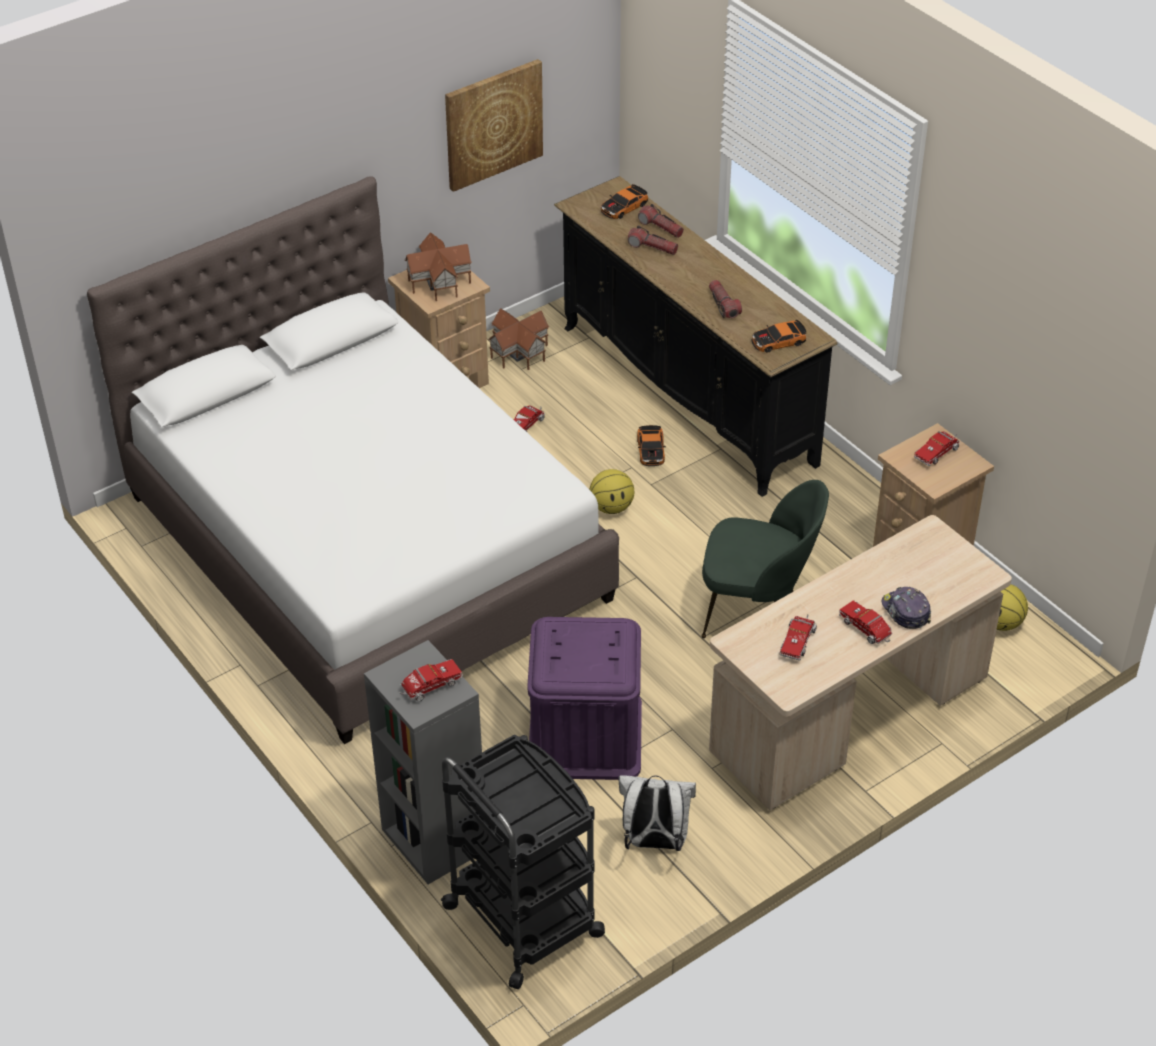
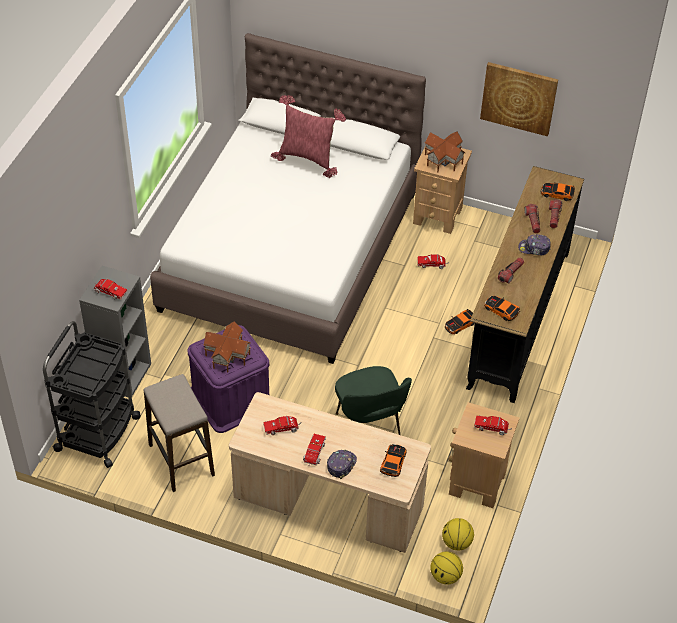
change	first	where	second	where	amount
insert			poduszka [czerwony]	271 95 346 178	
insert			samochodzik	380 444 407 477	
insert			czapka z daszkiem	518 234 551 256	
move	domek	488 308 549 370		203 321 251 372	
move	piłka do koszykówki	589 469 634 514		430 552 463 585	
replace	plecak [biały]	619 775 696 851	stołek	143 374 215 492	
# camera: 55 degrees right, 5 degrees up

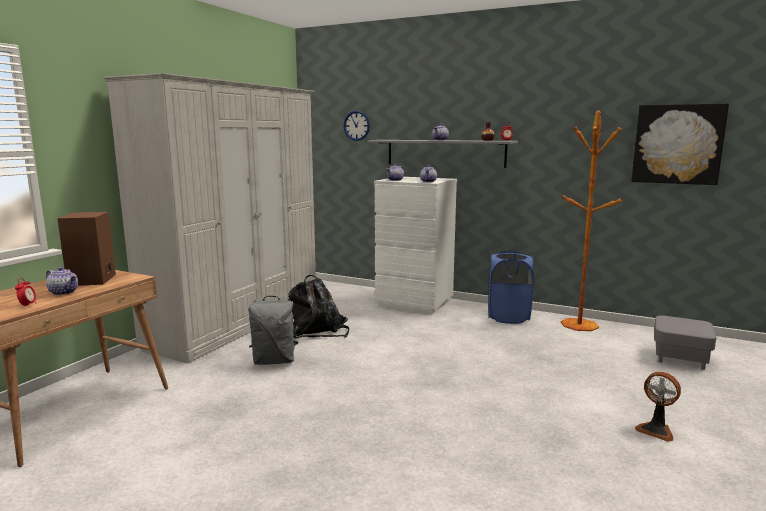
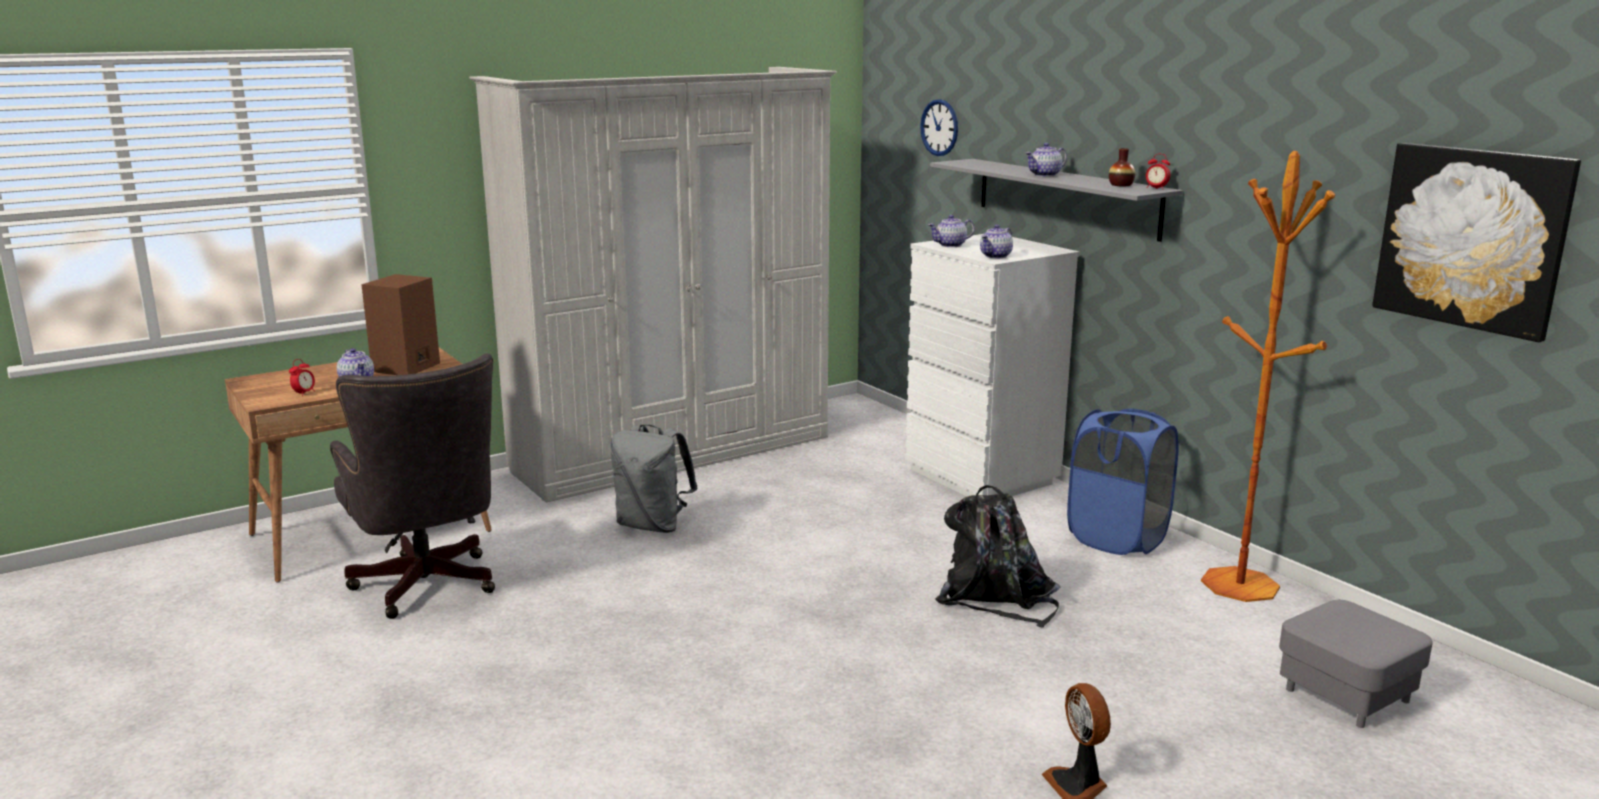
change	first	where	second	where	amount
insert			krzesło biurowe [szary]	330 353 495 619	
move	plecak [czarny]	288 275 349 338		935 485 1060 628	
# camera: 30 degrees right, 5 degrees up

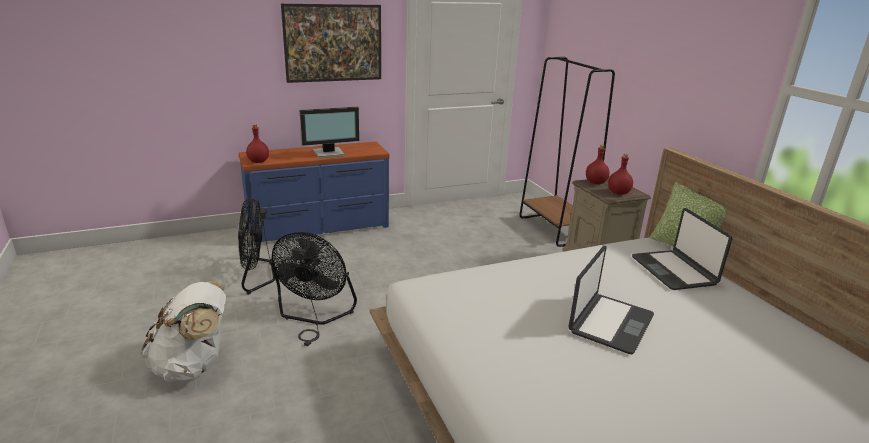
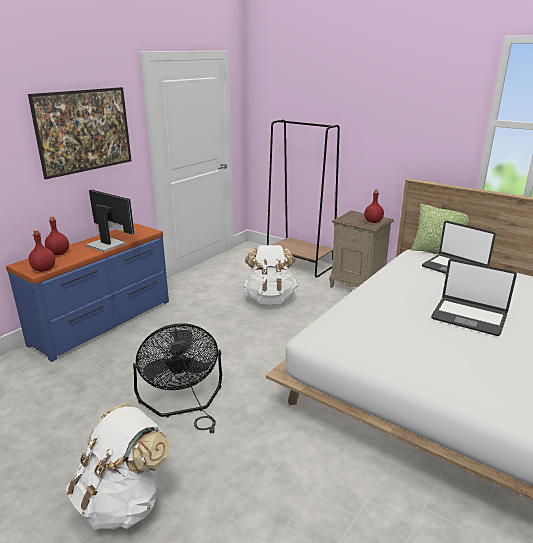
change	first	where	second	where	amount
delete	wentylator [czarny]	238 198 300 295			
insert			plecak [biały]	243 245 298 305	
move	butelka [czerwony]	586 145 610 184		45 216 69 255	
rotate	monitor	300 107 359 158		86 190 134 252	90 degrees counterclockwise
rotate	laptop	569 246 654 354		431 259 517 336	120 degrees clockwise
# camera: 30 degrees left, 0 degrees up

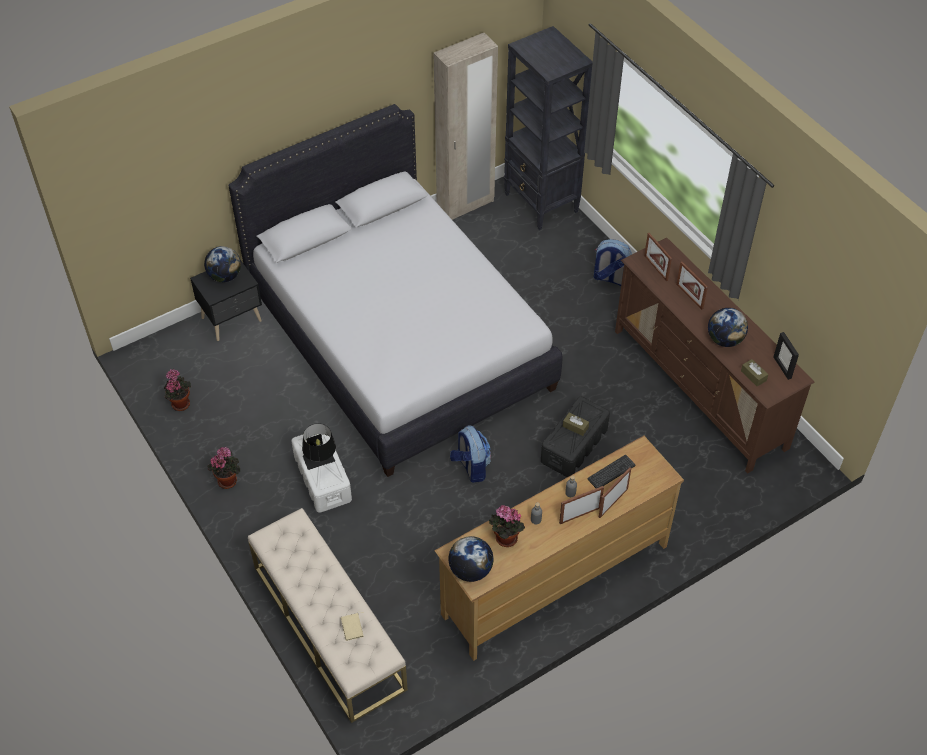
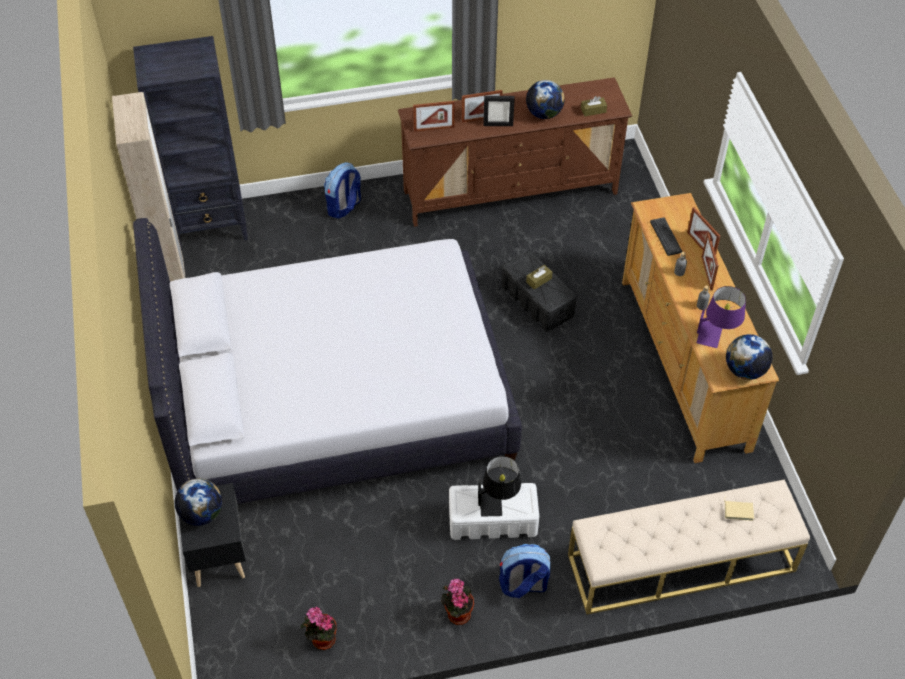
change	first	where	second	where	amount
move	plecak	450 426 491 483		499 544 551 598	
move	ramka na zdjęcie	774 332 799 380		483 96 515 126	
replace	roślina doniczkowa	489 505 525 547	lampa stołowa [fioletowy]	696 286 746 348	
# camera: 70 degrees left, 0 degrees up

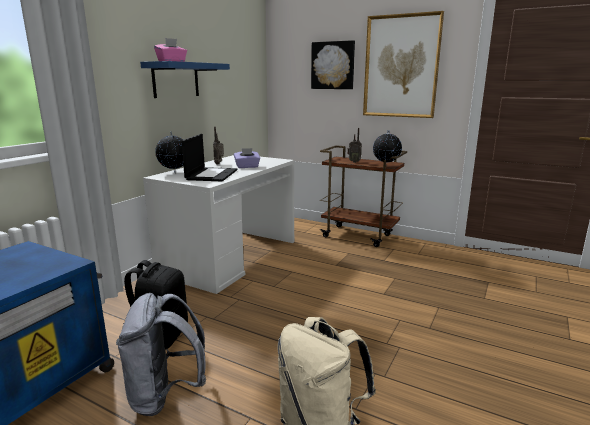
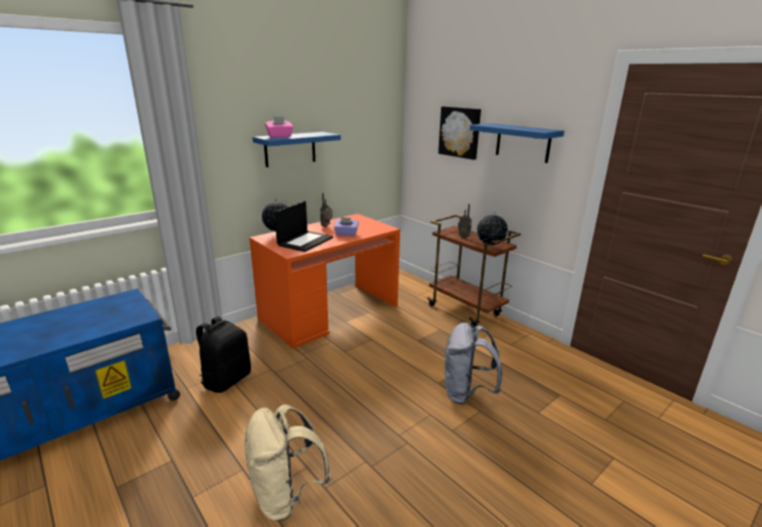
change	first	where	second	where	amount
move	plecak [szary]	116 293 206 416		444 322 502 405	
replace	obraz	363 11 444 118	półka [niebieski]	470 123 564 163	
recolor	biurko [biały]	143 155 294 294	biurko [pomarańczowy]	249 214 400 349	
# camera: 20 degrees right, 5 degrees up

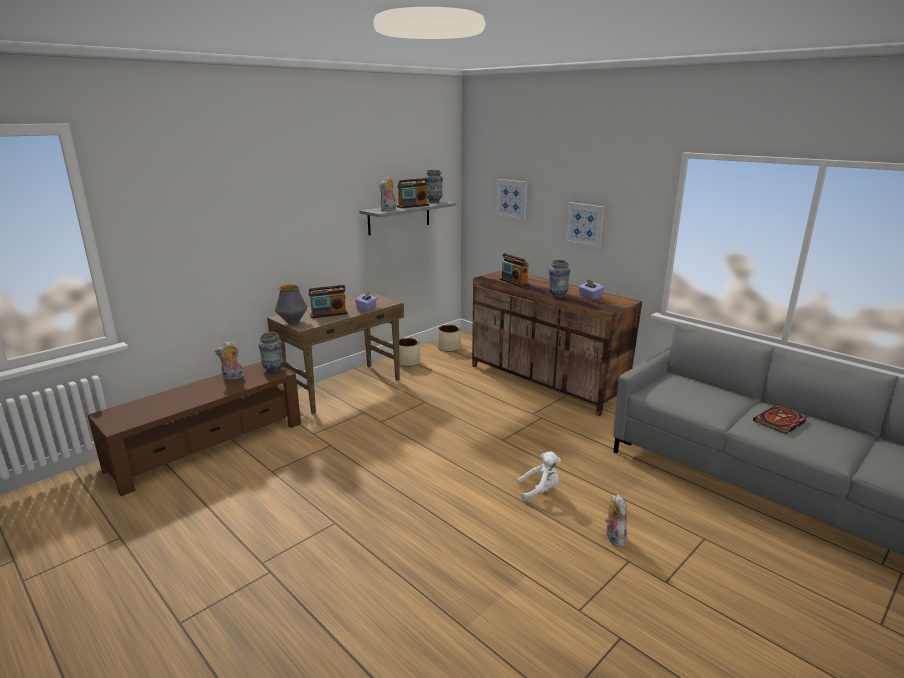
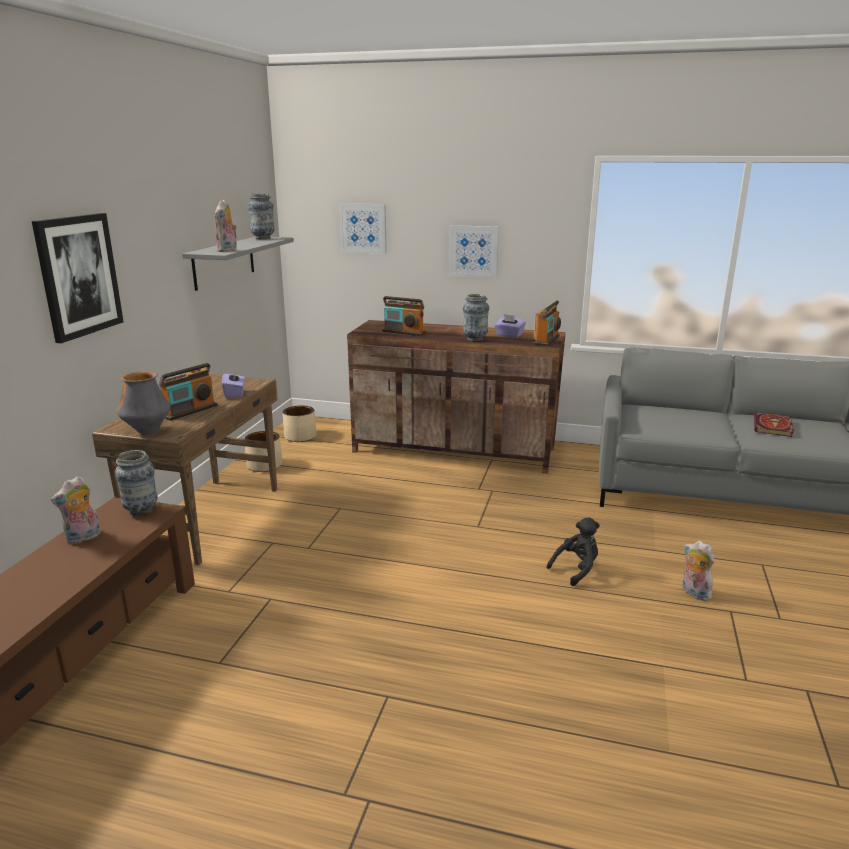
change	first	where	second	where	amount
insert			obraz	32 213 124 343	
move	radio	396 178 429 208		534 300 561 346	
recolor	pluszak [biały]	517 452 561 501	pluszak [czarny]	547 517 600 586	
# camera: 30 degrees left, 0 degrees up

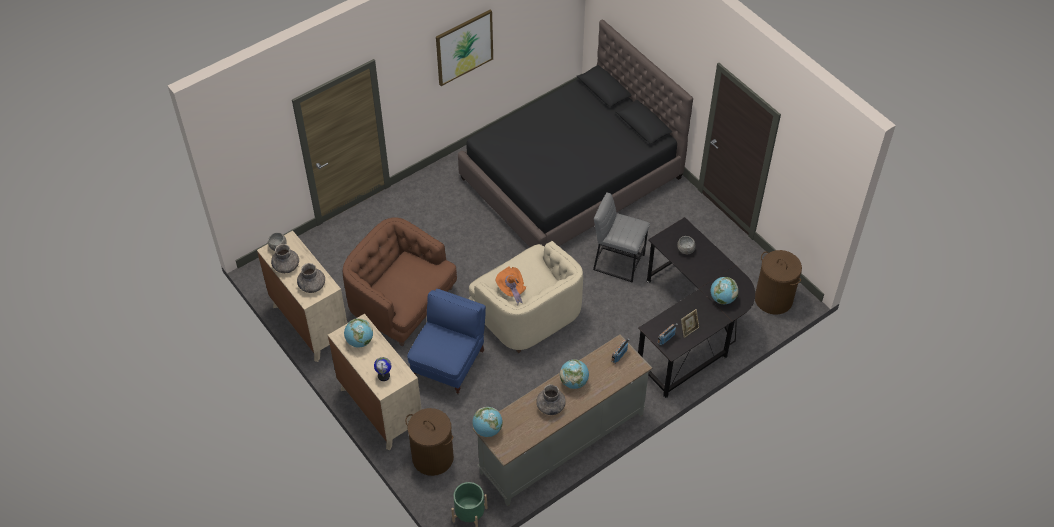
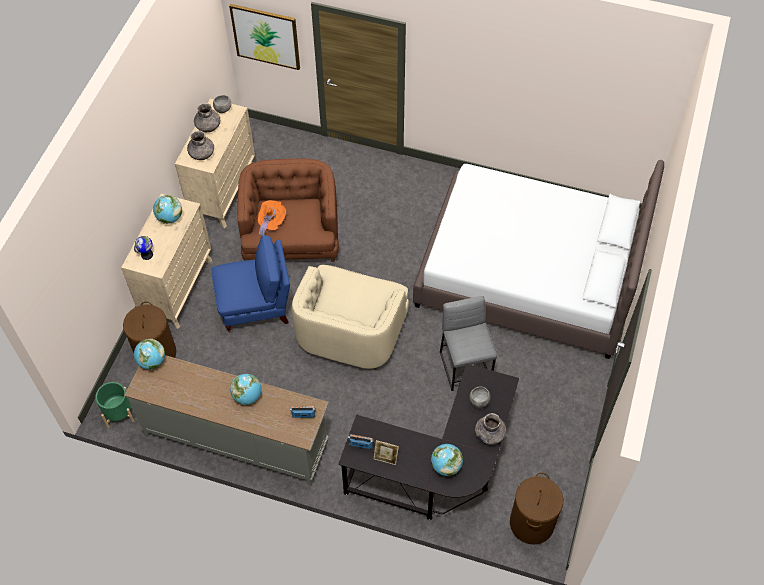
change	first	where	second	where	amount
move	obraz	436 10 493 86		229 4 300 70	
move	kapelusz [pomarańczowy]	496 266 526 305		258 200 286 235	
move	wazon [szary]	536 384 566 415		475 413 506 445	
recolor	łóżko [czarny]	458 20 693 247	łóżko [biały]	413 160 664 359	
# camera: 55 degrees right, 5 degrees up

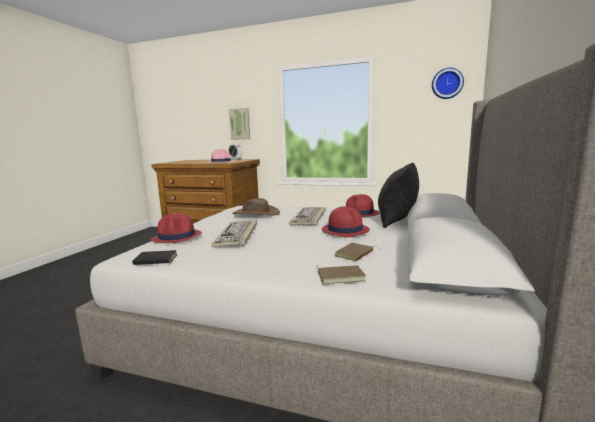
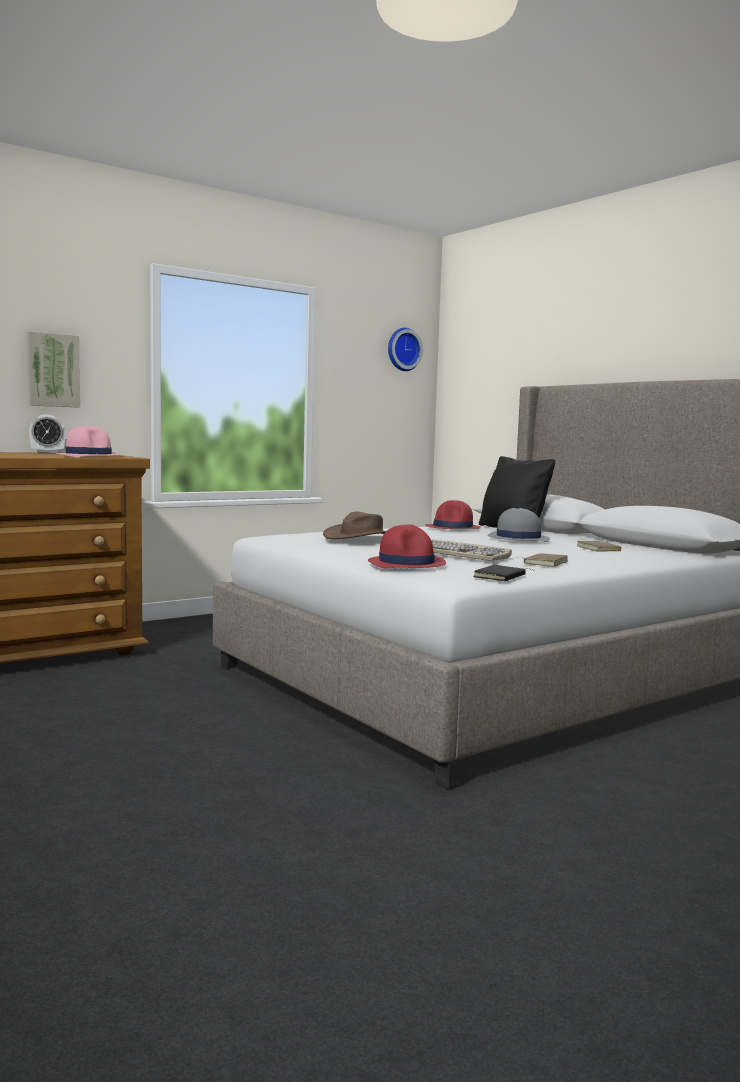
change	first	where	second	where	amount
delete	klawiatura	289 207 326 226			
move	książka [brązowy]	316 265 366 284		516 553 568 567	
recolor	kapelusz [czerwony]	322 206 370 238	kapelusz [szary]	488 508 550 542	
# camera: 55 degrees left, 5 degrees down

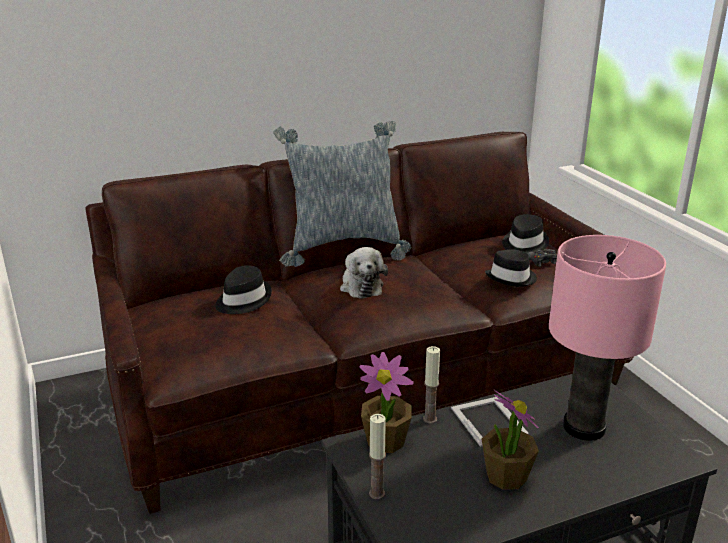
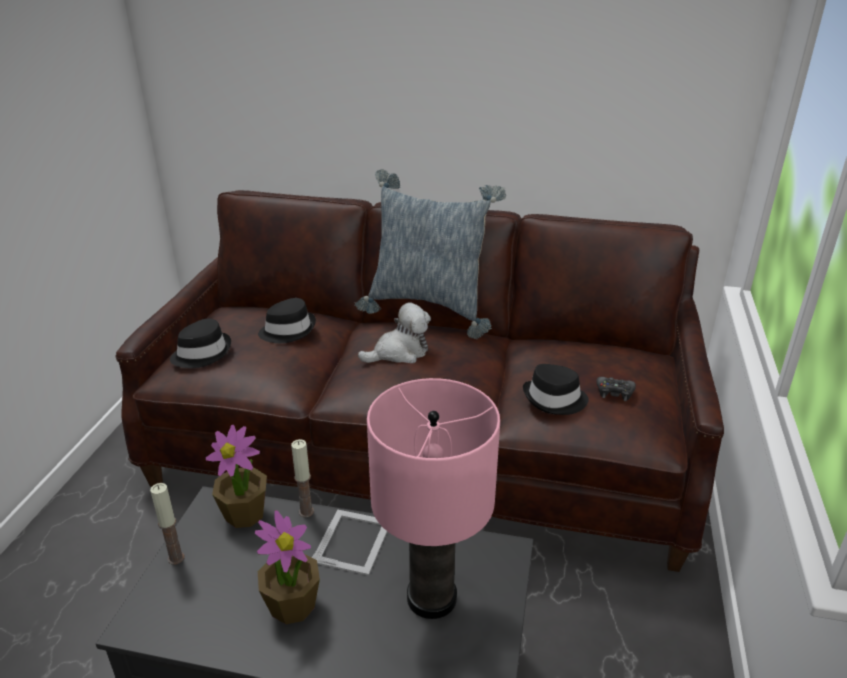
change	first	where	second	where	amount
move	kapelusz [czarny]	502 214 549 253		170 318 231 368	
rotate	pluszak	340 247 388 299		358 302 431 363	135 degrees counterclockwise
# camera: 35 degrees right, 5 degrees up

